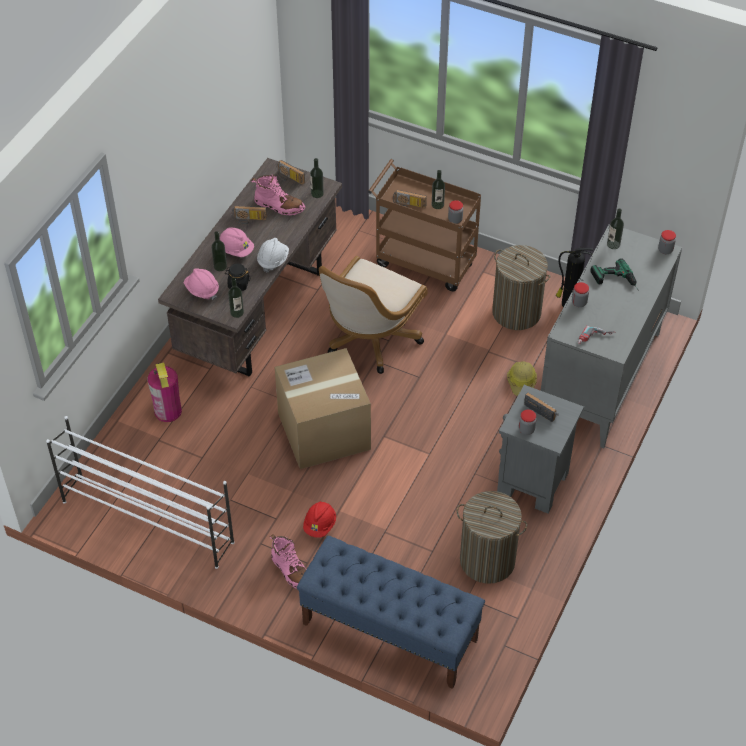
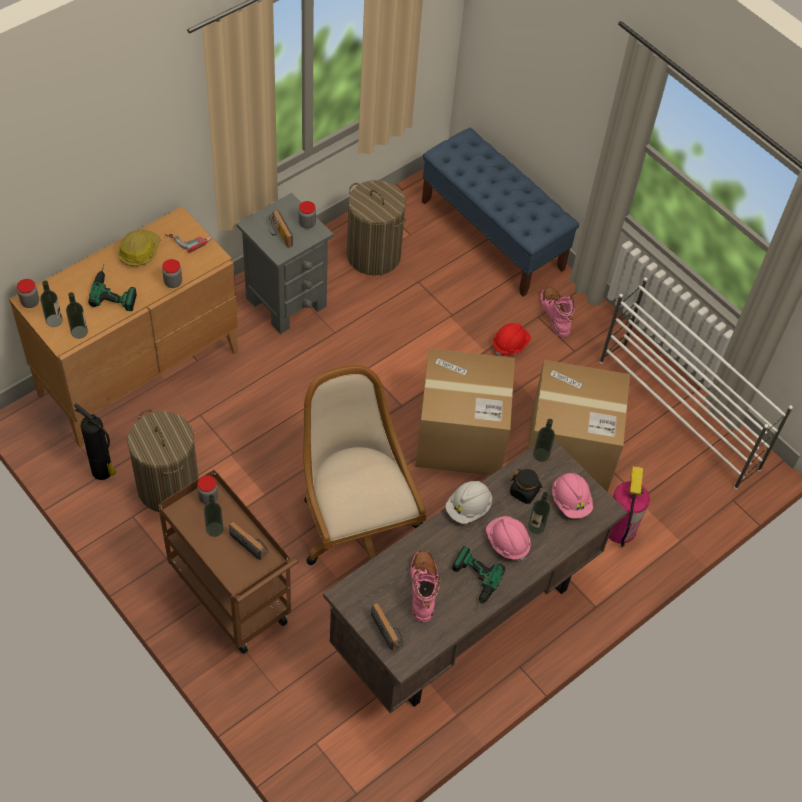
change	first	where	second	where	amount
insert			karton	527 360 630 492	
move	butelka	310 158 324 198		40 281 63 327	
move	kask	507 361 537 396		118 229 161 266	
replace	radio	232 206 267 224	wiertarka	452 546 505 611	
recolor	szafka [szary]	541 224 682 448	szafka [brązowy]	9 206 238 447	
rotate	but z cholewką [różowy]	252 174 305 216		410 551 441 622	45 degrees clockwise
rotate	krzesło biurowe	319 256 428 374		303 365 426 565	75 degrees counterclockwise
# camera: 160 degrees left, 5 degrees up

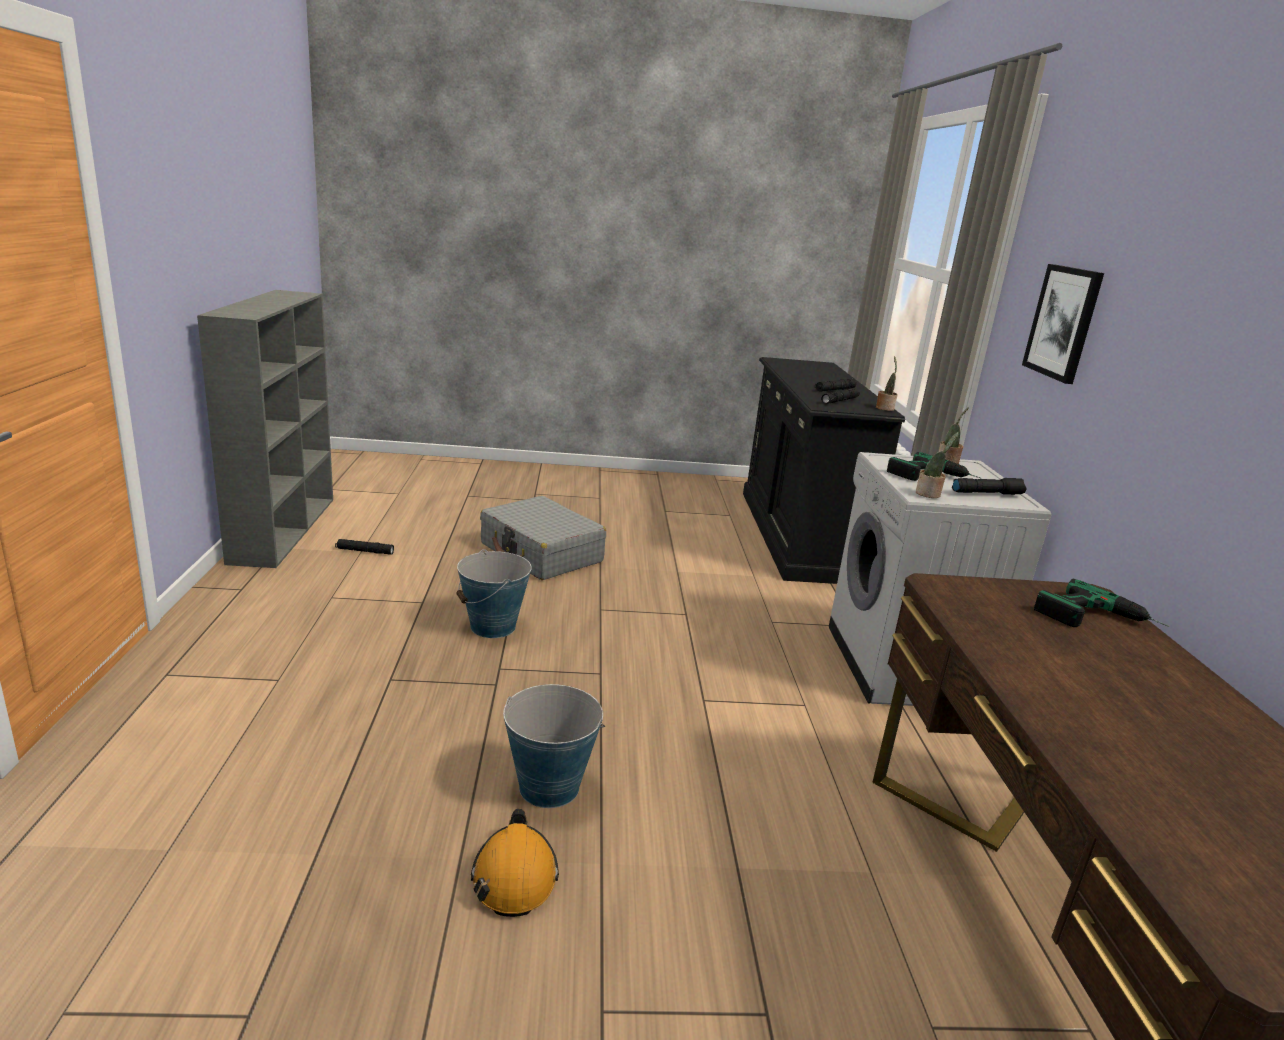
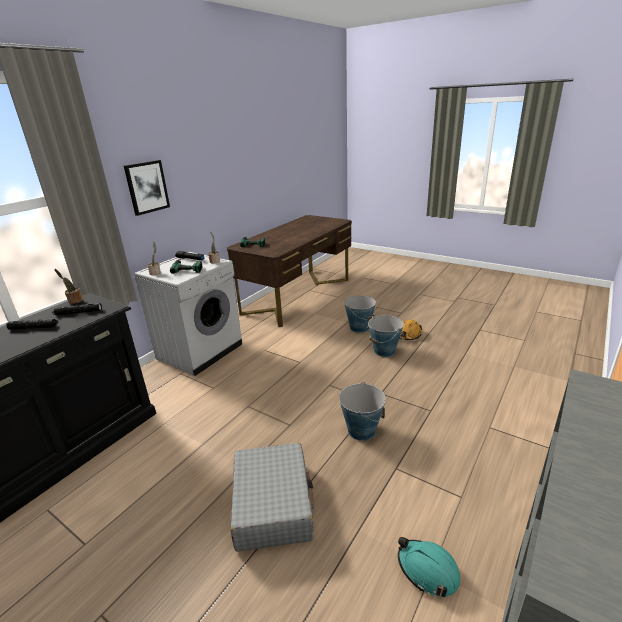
change	first	where	second	where	amount
insert			wiadro	344 296 376 333	
replace	latarka [czarny]	335 539 394 555	kask [turkusowy]	398 537 460 597	
# camera: 140 degrees left, 5 degrees up

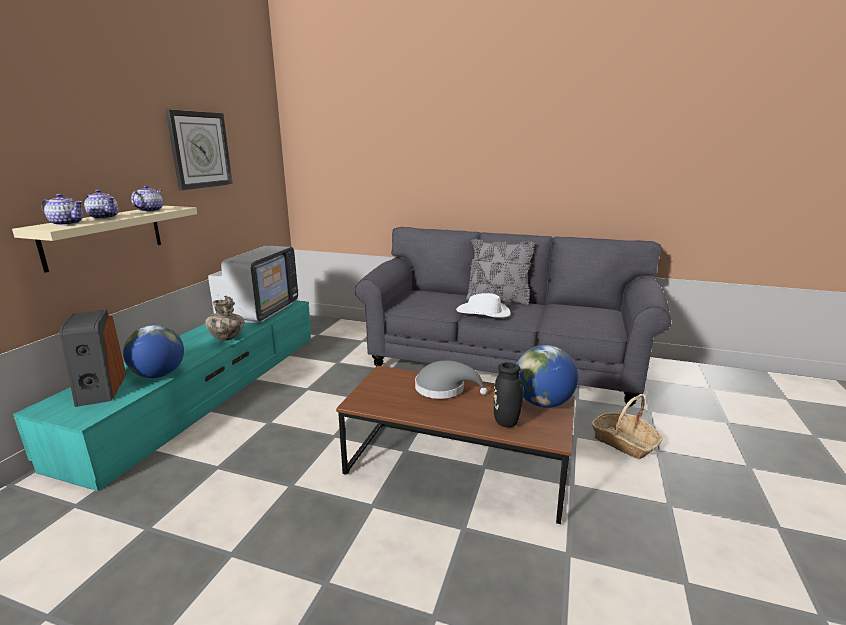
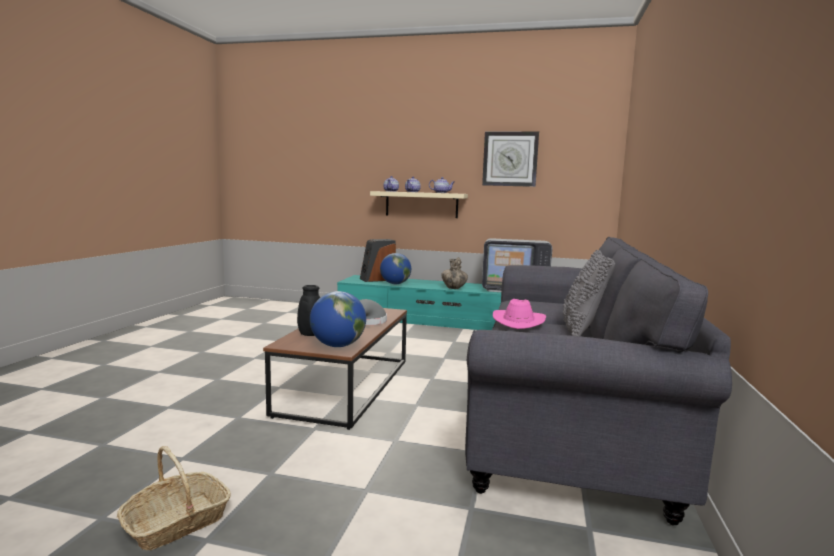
change	first	where	second	where	amount
move	koszyk	592 395 662 459		117 446 231 550	
recolor	kapelusz [biały]	456 293 511 318	kapelusz [różowy]	493 299 546 329	
# camera: 85 degrees right, 10 degrees down

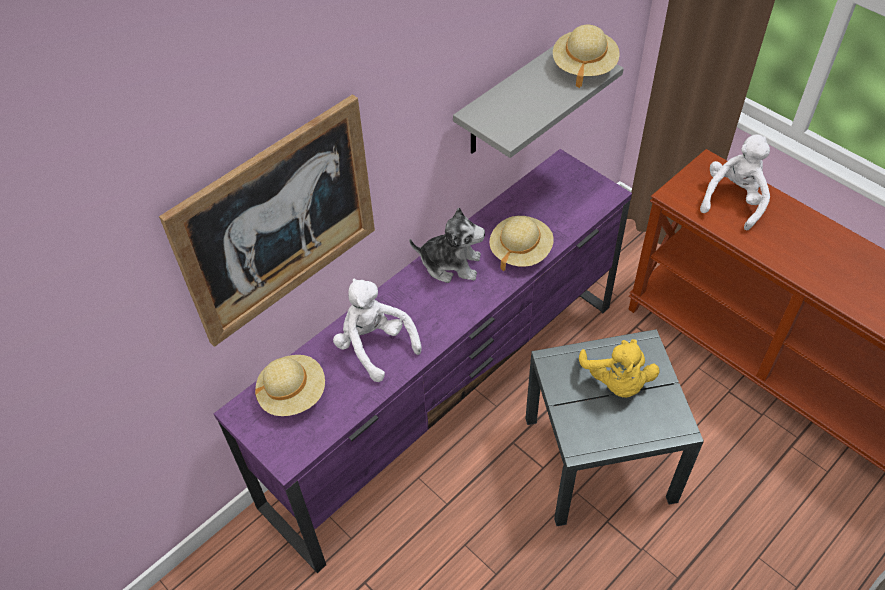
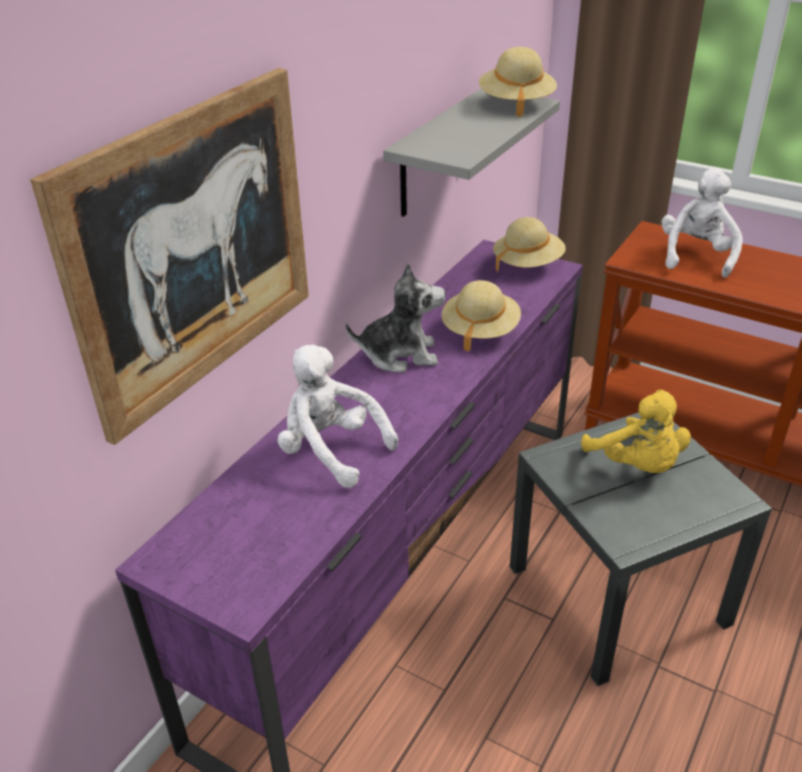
change	first	where	second	where	amount
move	kapelusz [beżowy]	255 355 325 416		493 217 566 272	
# camera: 15 degrees left, 15 degrees down

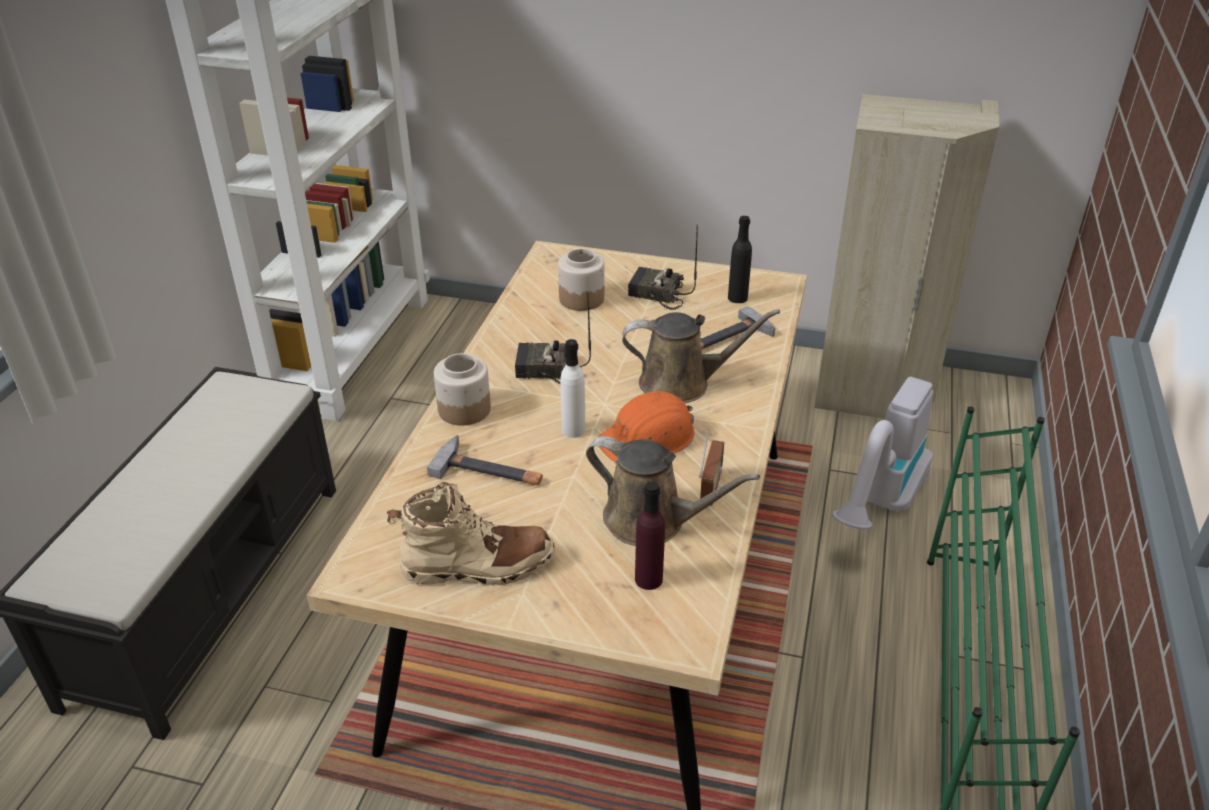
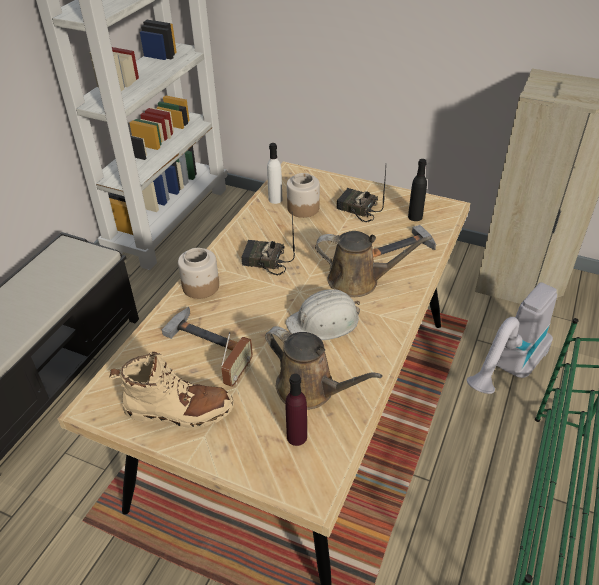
change	first	where	second	where	amount
move	butelka [biały]	560 339 585 438		267 143 282 204	
move	radio	699 430 724 506		221 332 253 387	
recolor	kask [pomarańczowy]	598 391 695 463	kask [biały]	286 289 360 340	
# camera: 10 degrees right, 5 degrees up

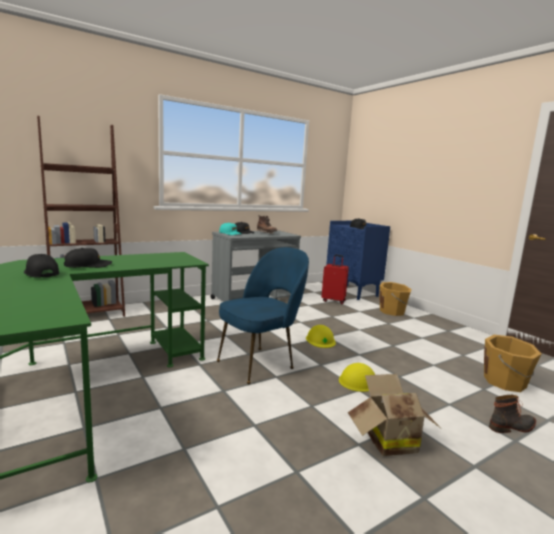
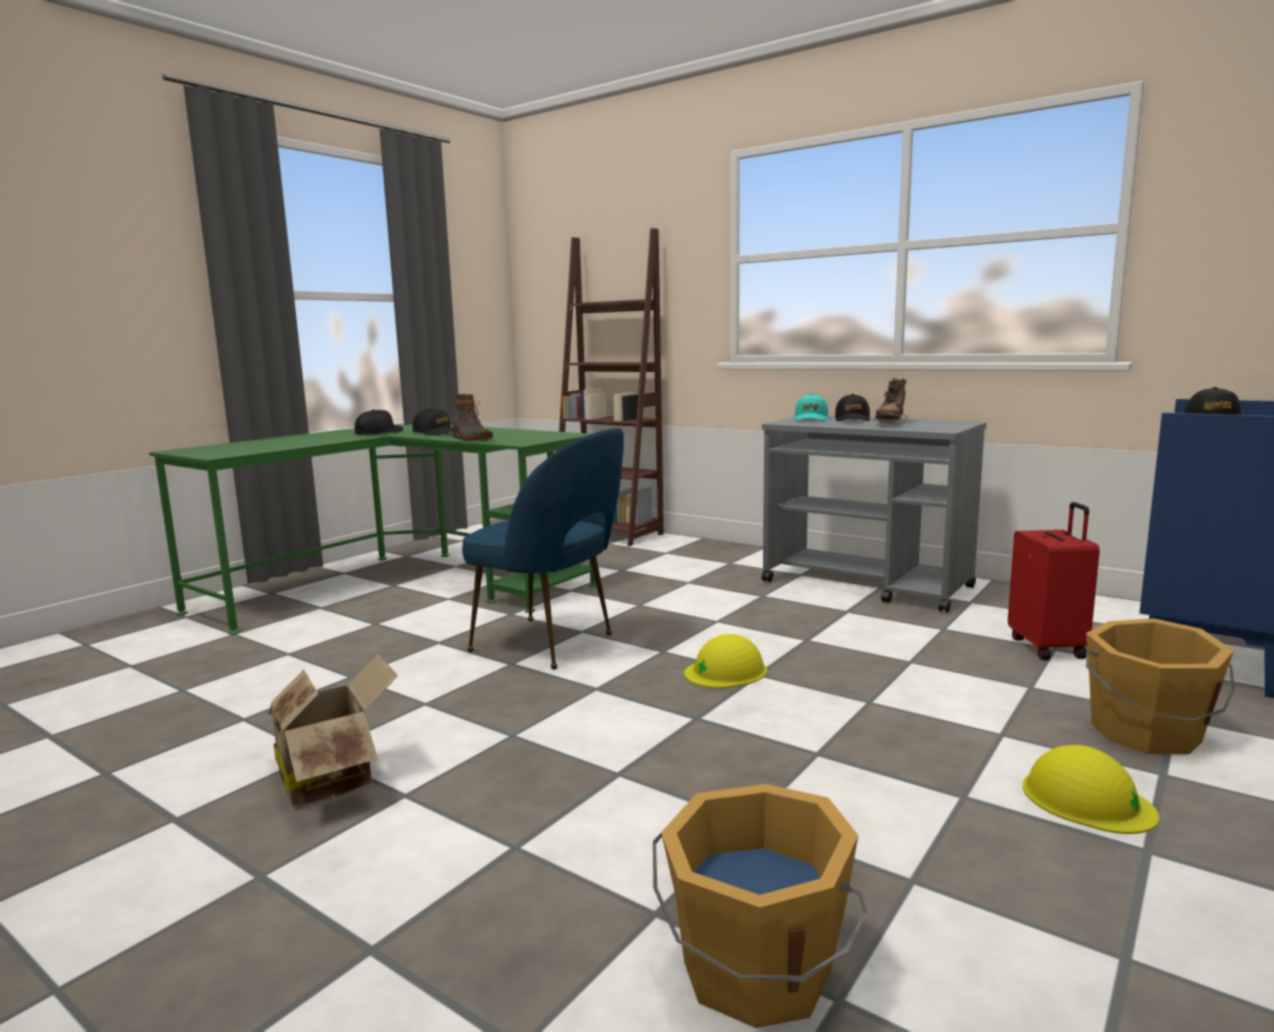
change	first	where	second	where	amount
move	kask [żółty]	339 363 375 392		1023 745 1159 834	
move	but z cholewką	489 395 536 433		452 394 493 441	
# camera: 70 degrees right, 0 degrees up

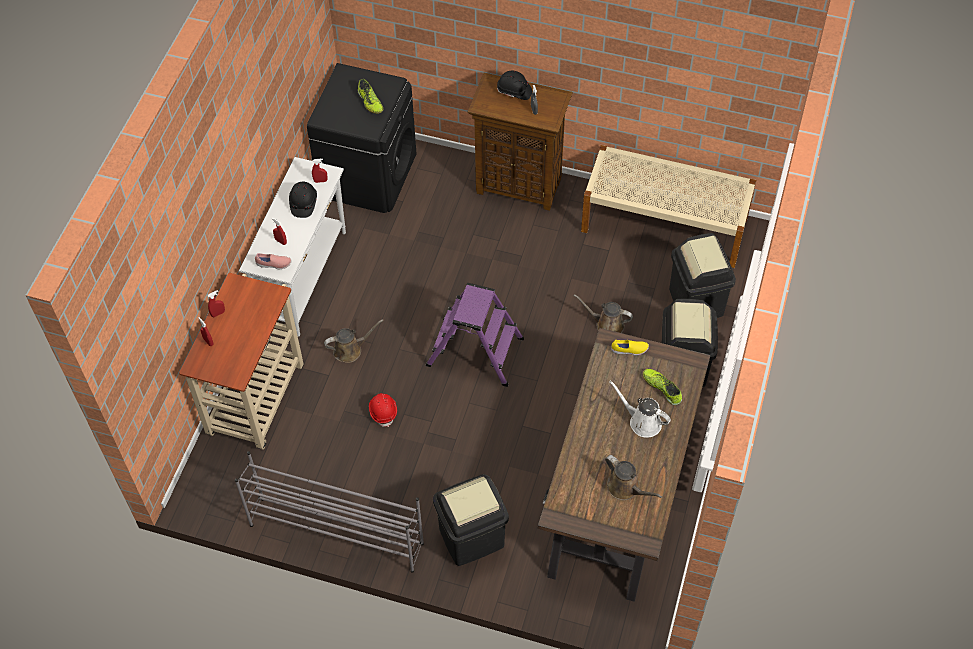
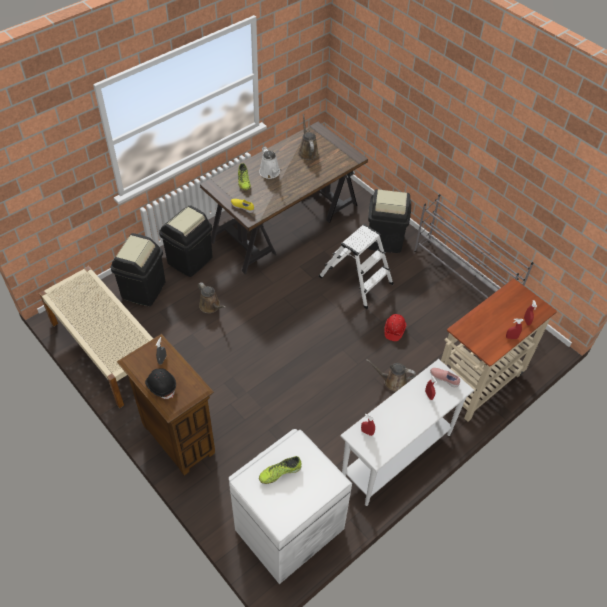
change	first	where	second	where	amount
delete	kask [czarny]	289 182 317 218			
delete	drabinka [fioletowy]	425 282 524 387			
insert			drabinka [biały]	318 224 394 309	
recolor	pralka [czarny]	307 63 417 213	pralka [biały]	229 429 352 584	
rotate	but	358 79 384 114		259 456 301 484	120 degrees counterclockwise
# camera: 150 degrees left, 5 degrees down

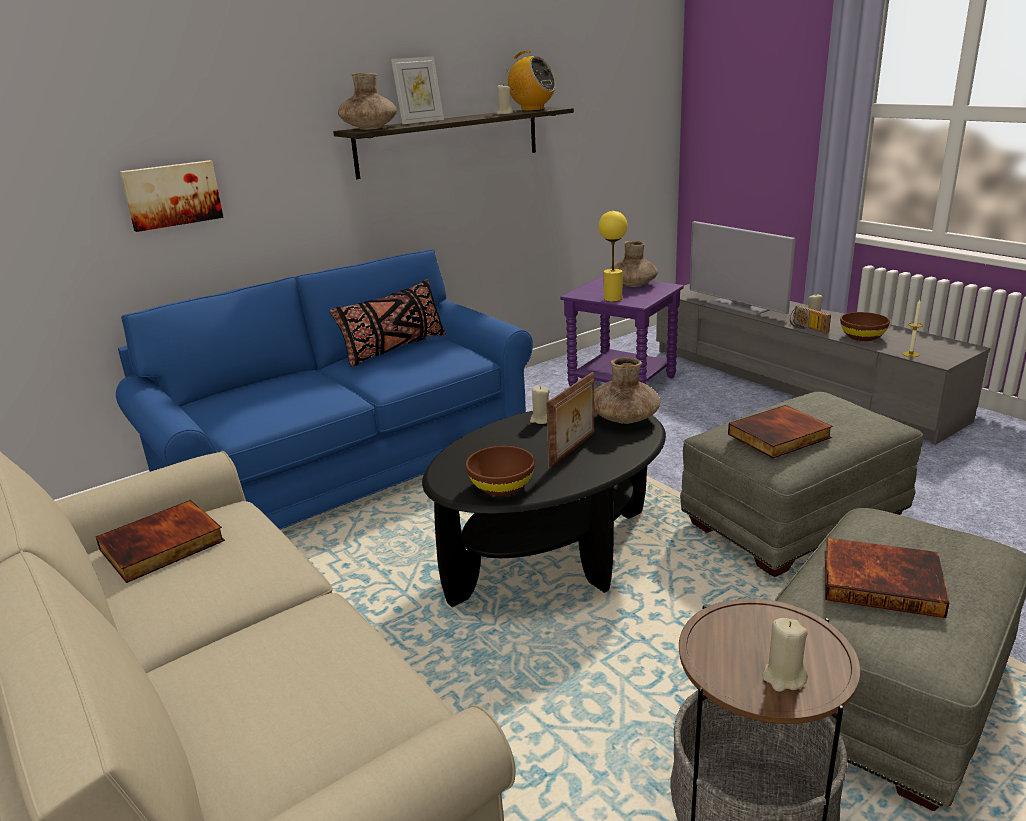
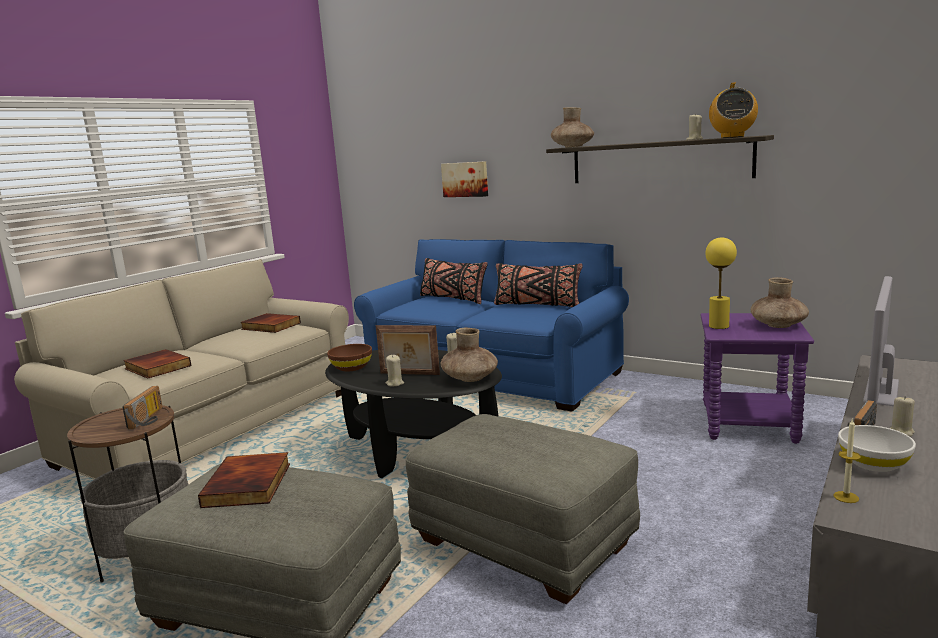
change	first	where	second	where	amount
delete	ramka na zdjęcie	391 56 444 124			
insert			radio	122 386 163 429	
insert			poduszka [czarny]	420 258 488 304	
move	książka	728 405 832 458		123 349 191 379	
move	świeca [beżowy]	763 618 808 692		386 355 404 387	
recolor	miska [brązowy]	840 312 890 341	miska [biały]	838 425 916 472	
# camera: 70 degrees right, 10 degrees down

